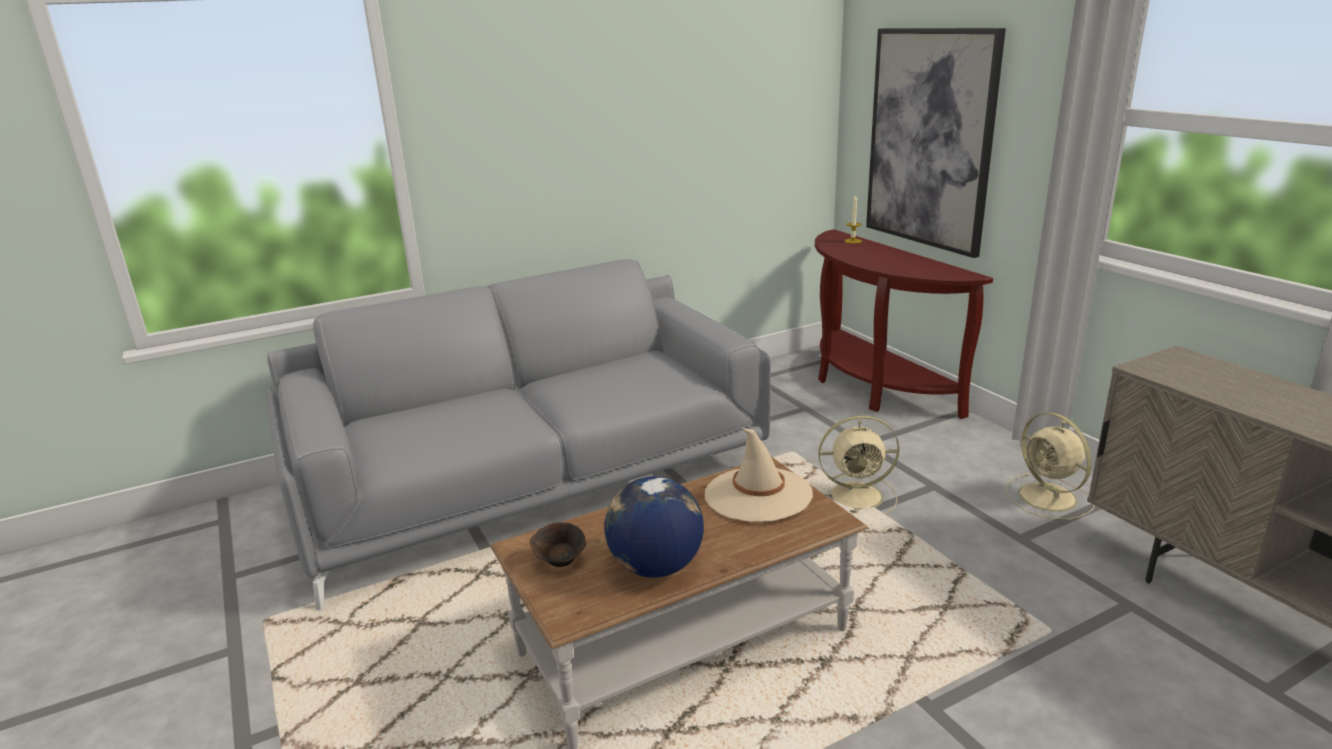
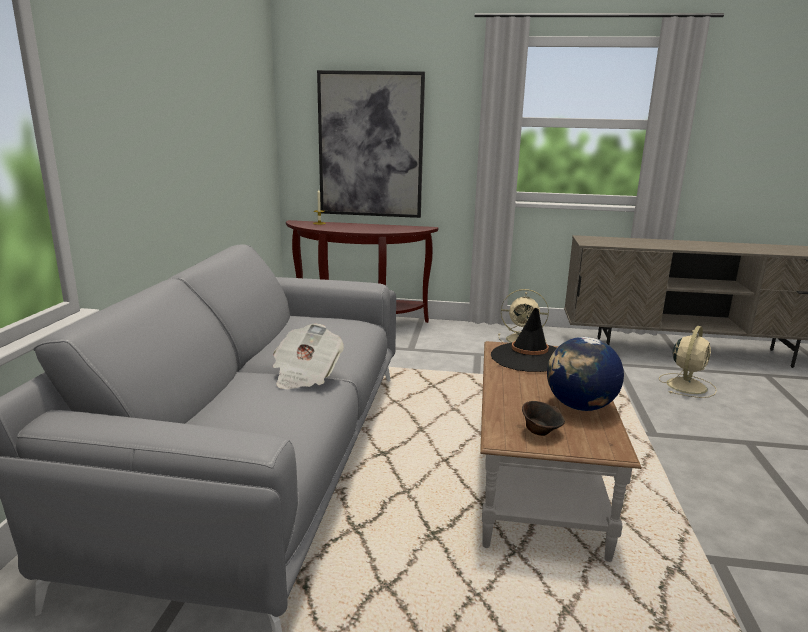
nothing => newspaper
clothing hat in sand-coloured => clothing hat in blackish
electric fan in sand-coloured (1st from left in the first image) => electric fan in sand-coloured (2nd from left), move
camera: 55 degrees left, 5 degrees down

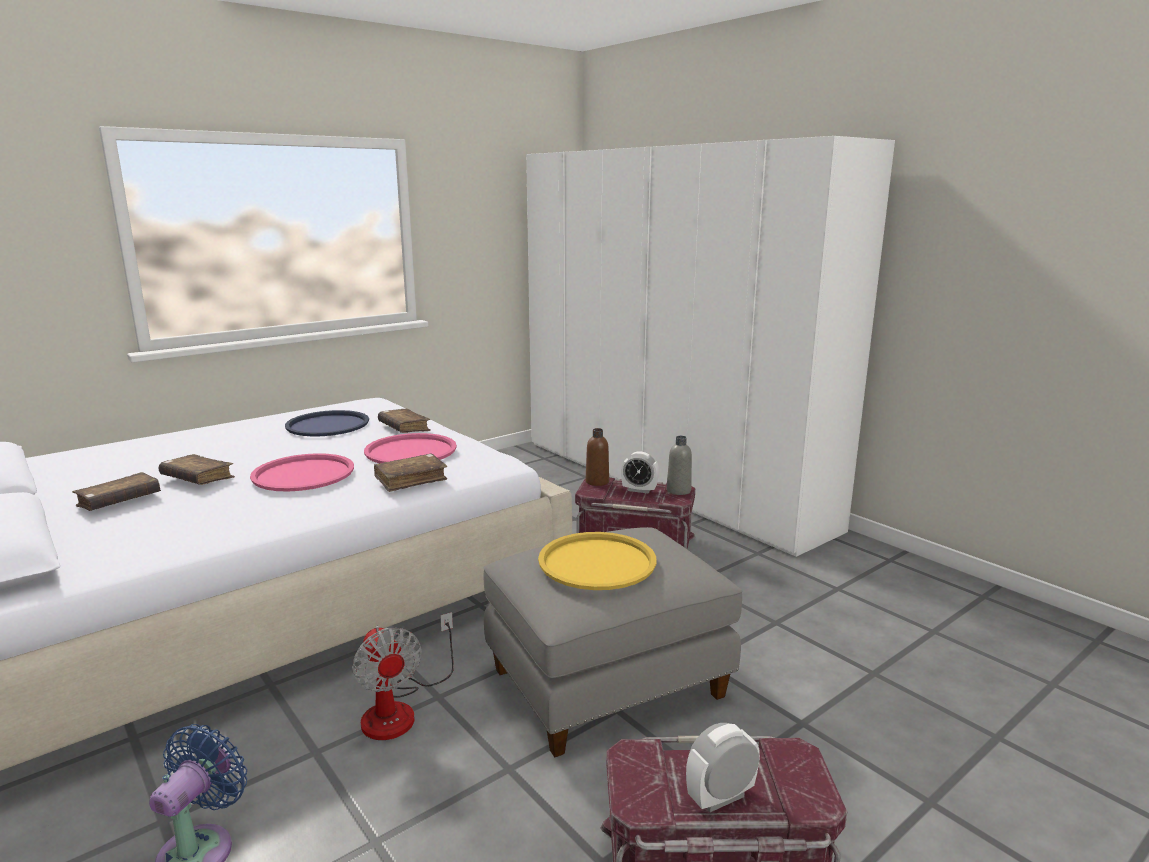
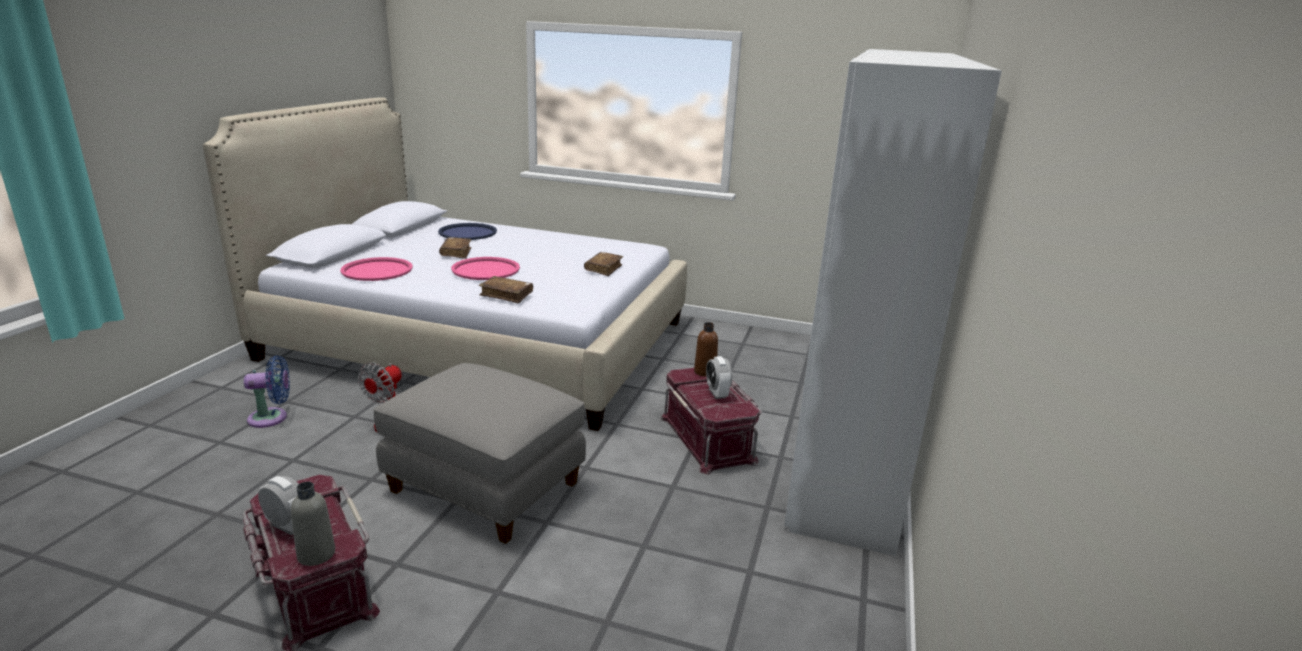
beverage bottle in gray, move
tray in pink (2nd from left in the first image) => tray in pink (1st from left), move
tray in blue-coloured, move
book in brown-coloured (1st from left) => nothing
tray in yellowish => nothing
camera: 55 degrees right, 5 degrees up

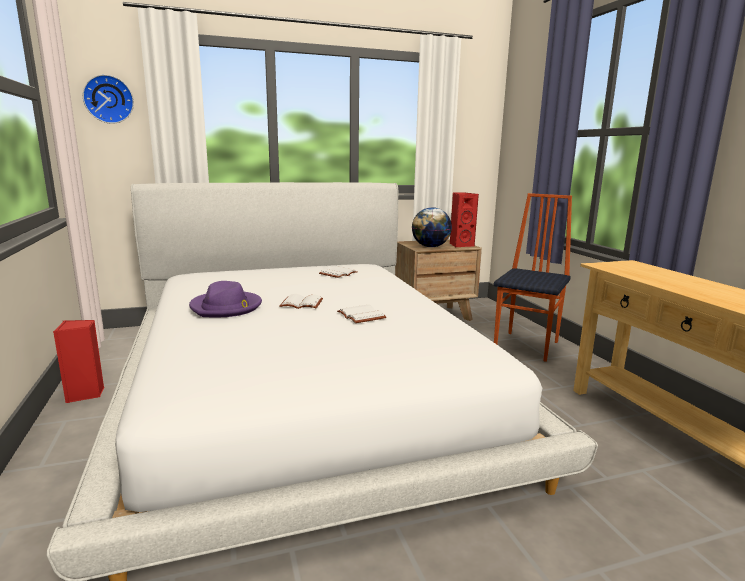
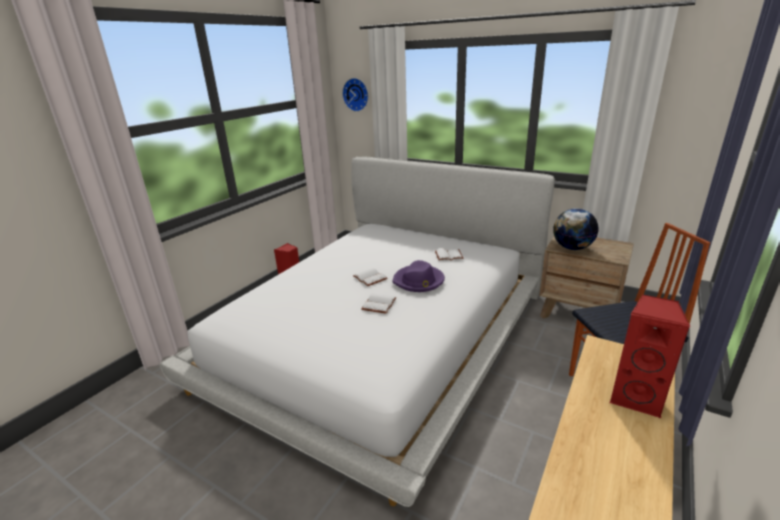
clothing hat in purple-coloured, move
audio speaker in red-coloured (2nd from left), move
camera: 50 degrees right, 10 degrees up

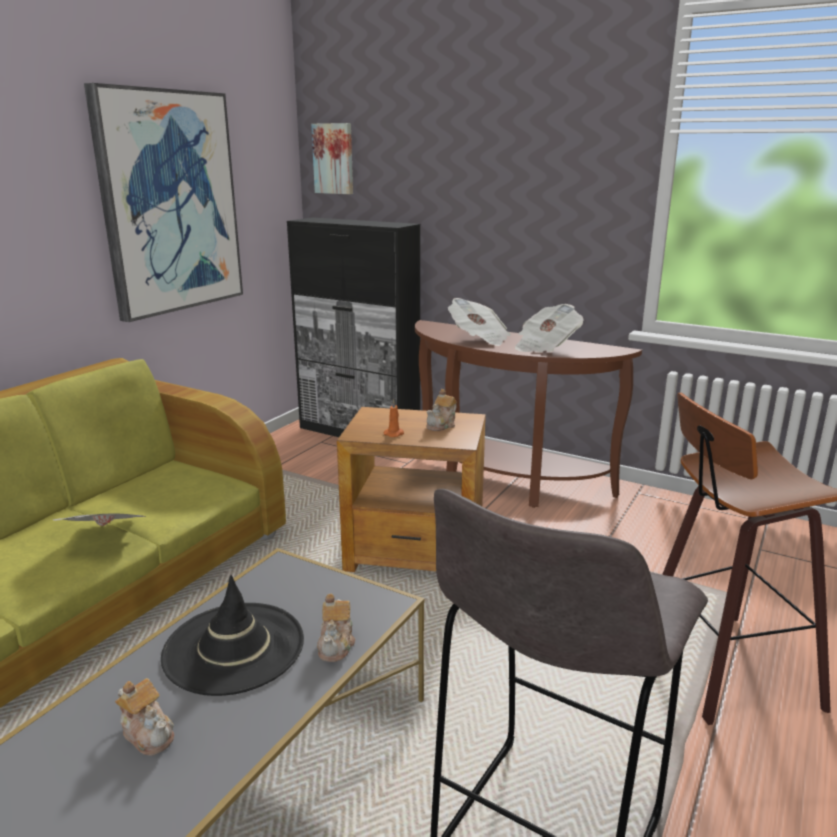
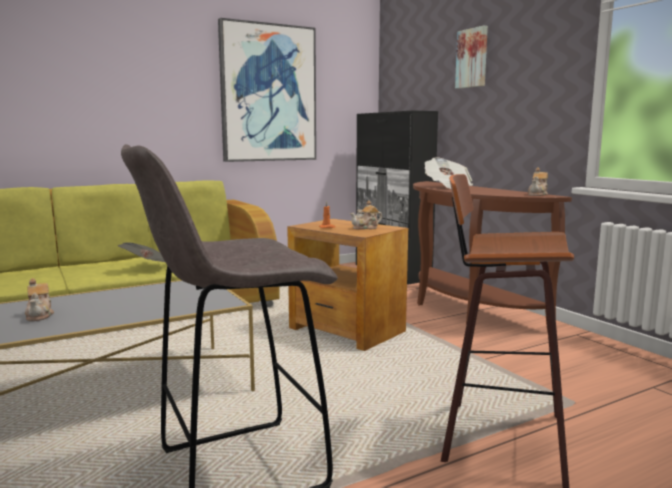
wall art (2nd from left), move
tea pot (2nd from left in the first image) => tea pot (3rd from left), move
clothing hat in blackish => nothing
newspaper (3rd from left) => nothing
camera: 30 degrees right, 10 degrees down

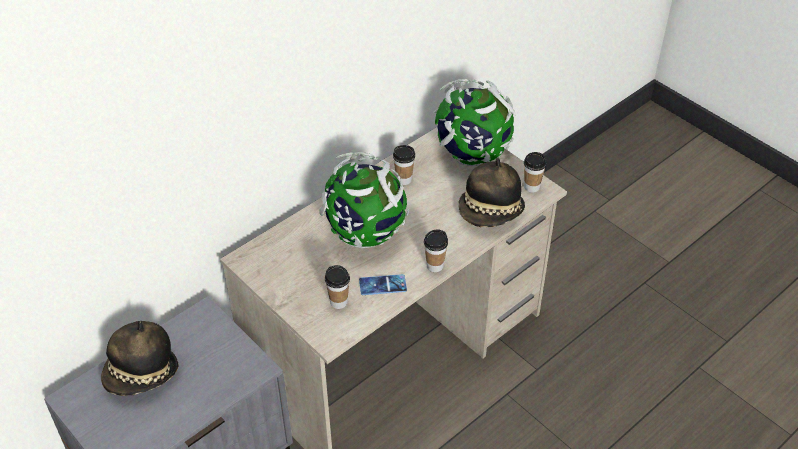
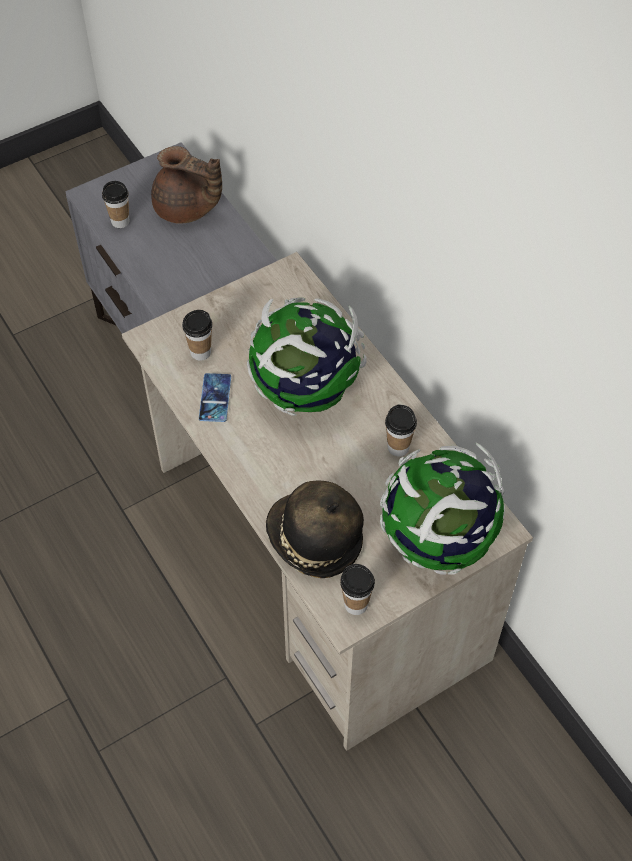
cup (3rd from left in the first image) => cup (1st from left), move
clothing hat (1st from left) => tea pot in brown-coloured
camera: 100 degrees right, 10 degrees up

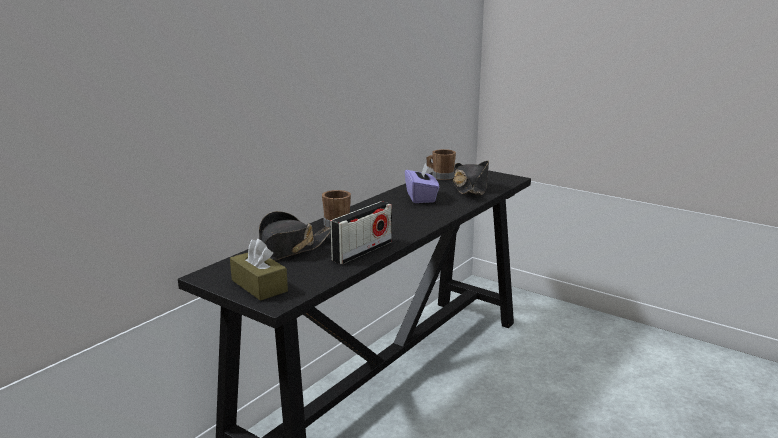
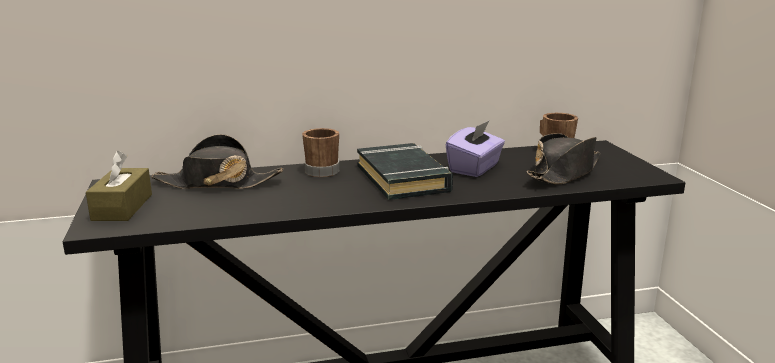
nothing => book in blackish
radio set => nothing
camera: 40 degrees right, 0 degrees up

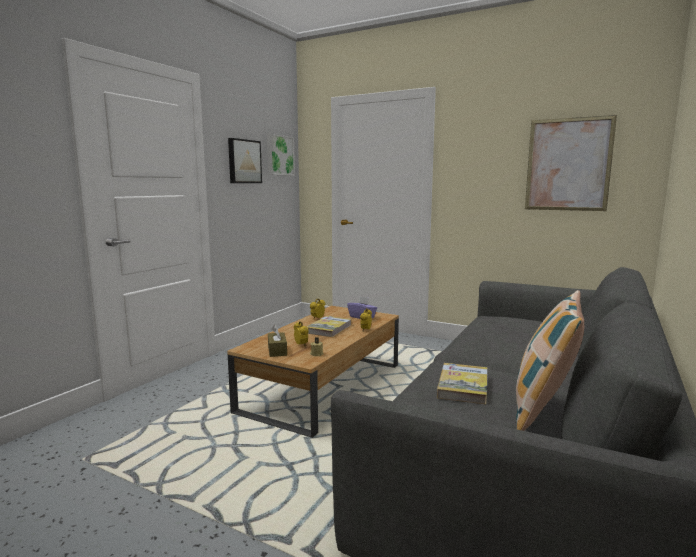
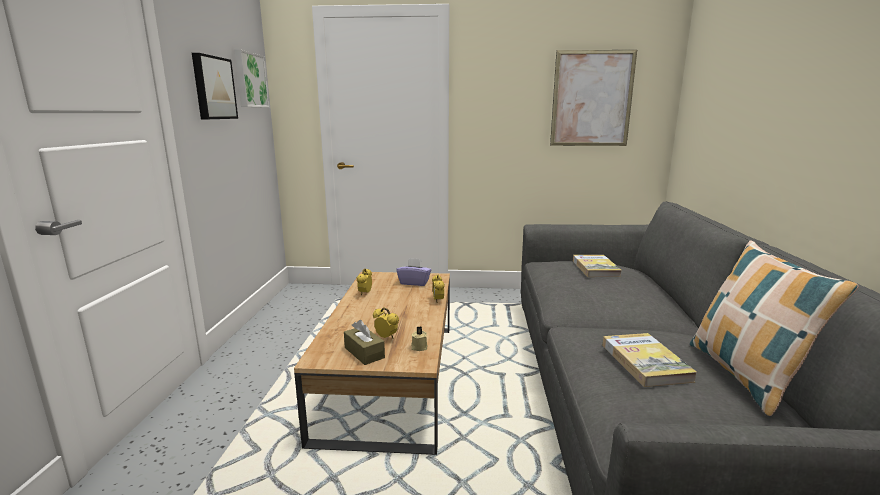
book (1st from left), move
camera: 25 degrees left, 5 degrees up

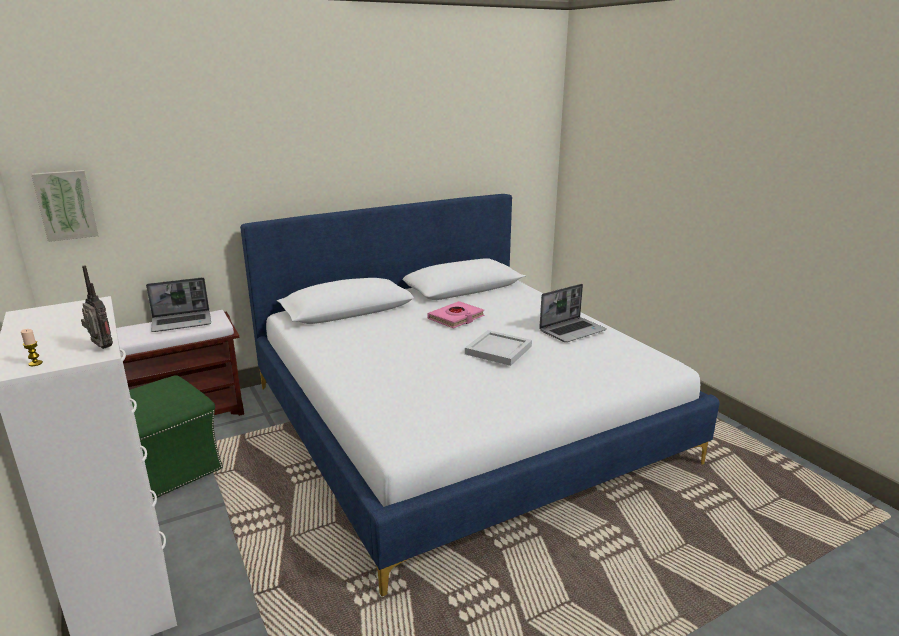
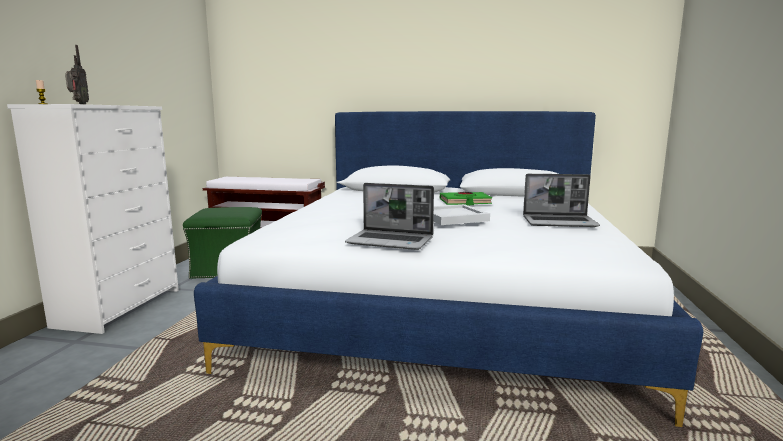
notebook computer (1st from left), move
book in pink => book in greenish
wall art => nothing
camera: 40 degrees right, 10 degrees down

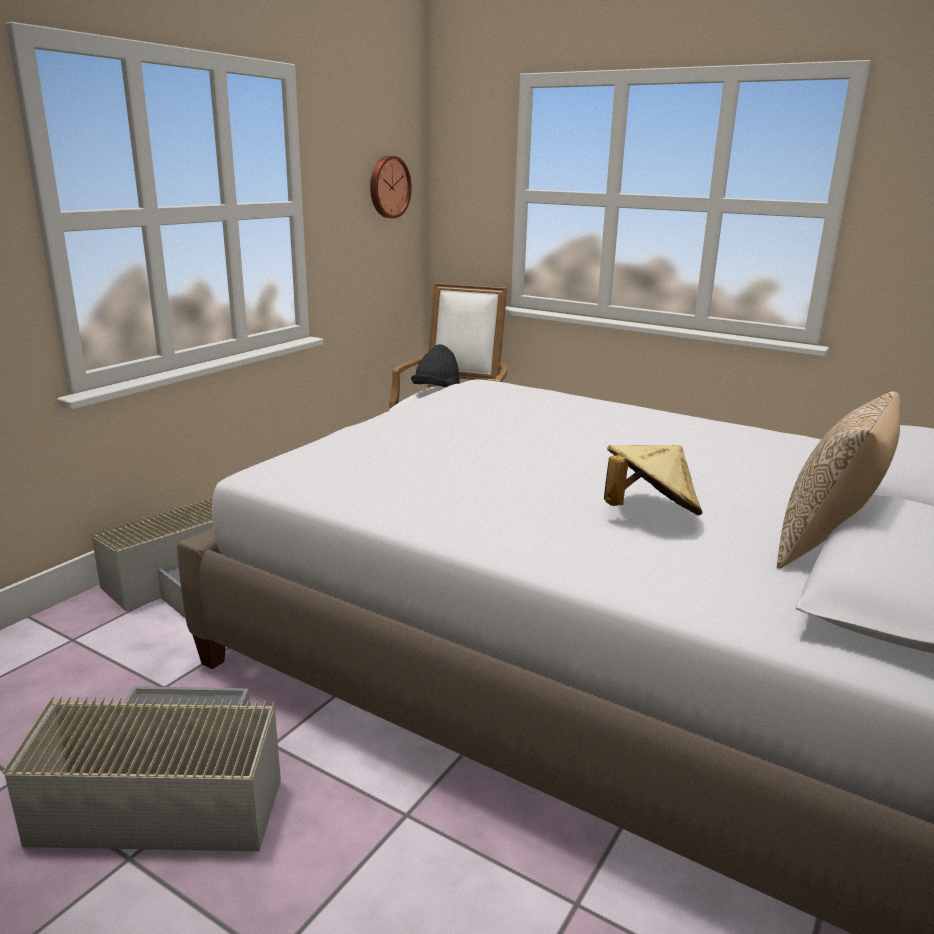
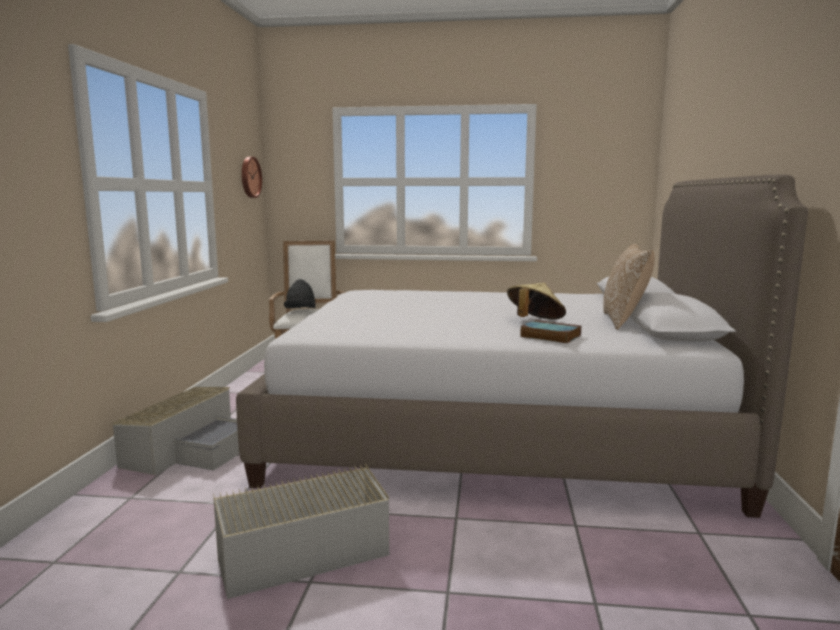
nothing => book
camera: 25 degrees left, 10 degrees down

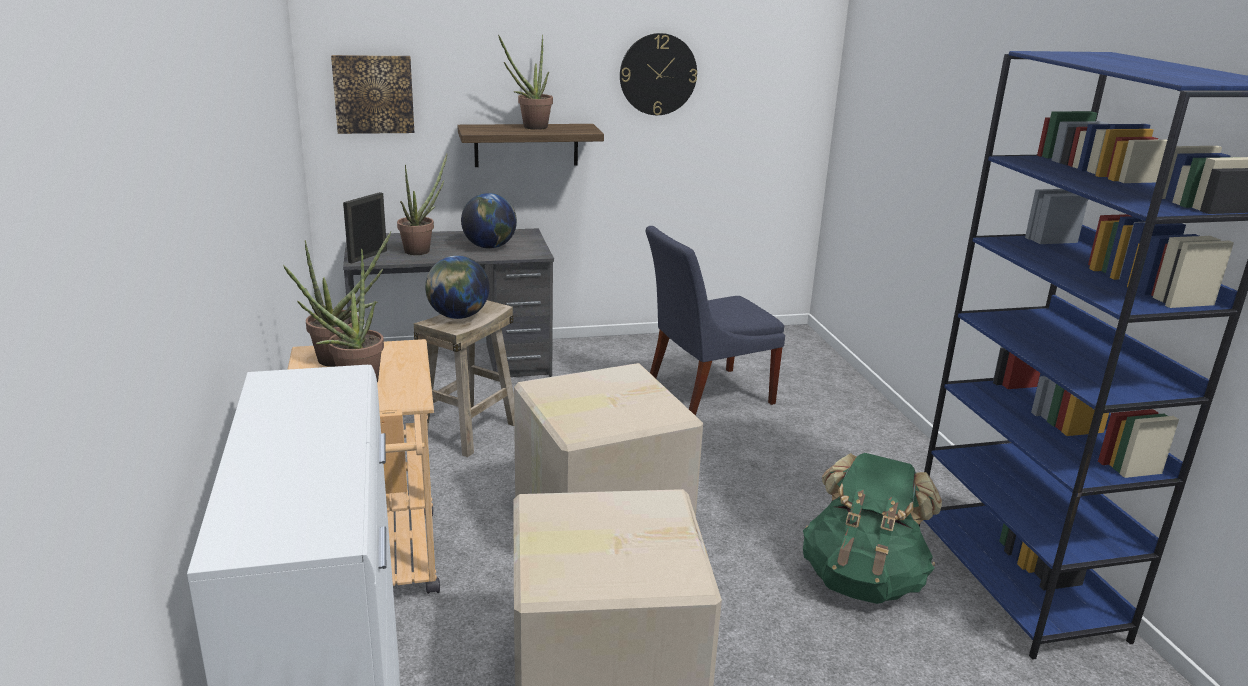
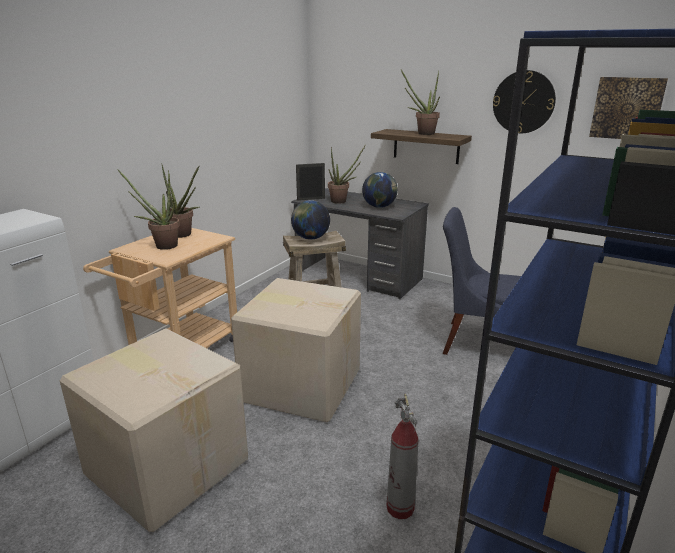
rucksack in greenish => extinguisher
wall art, move
camera: 45 degrees right, 0 degrees up

